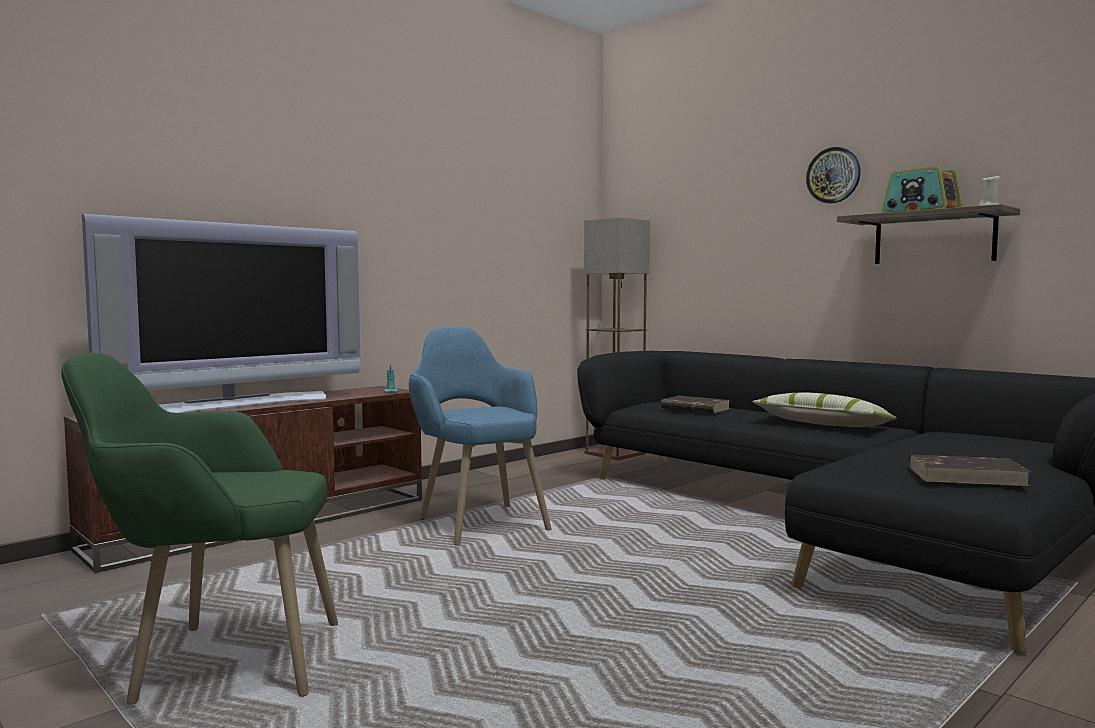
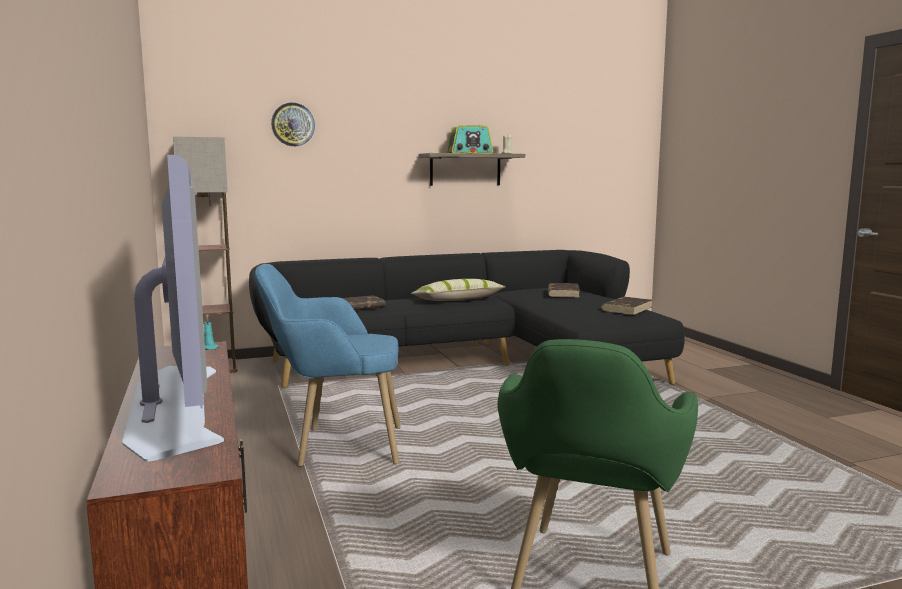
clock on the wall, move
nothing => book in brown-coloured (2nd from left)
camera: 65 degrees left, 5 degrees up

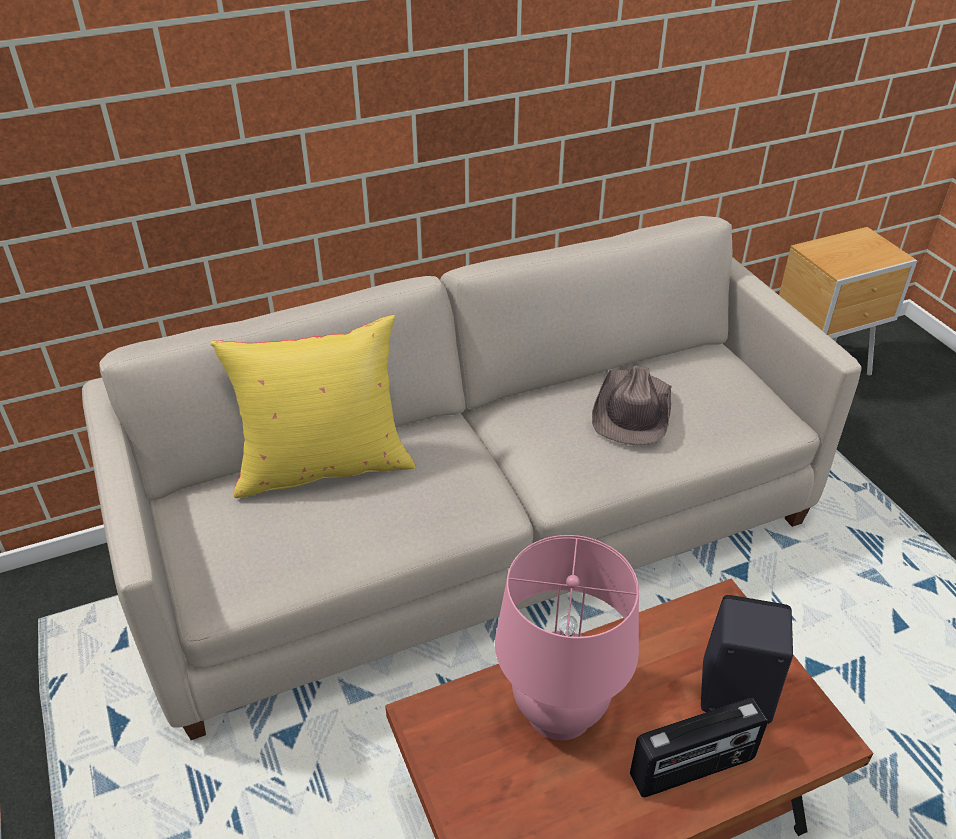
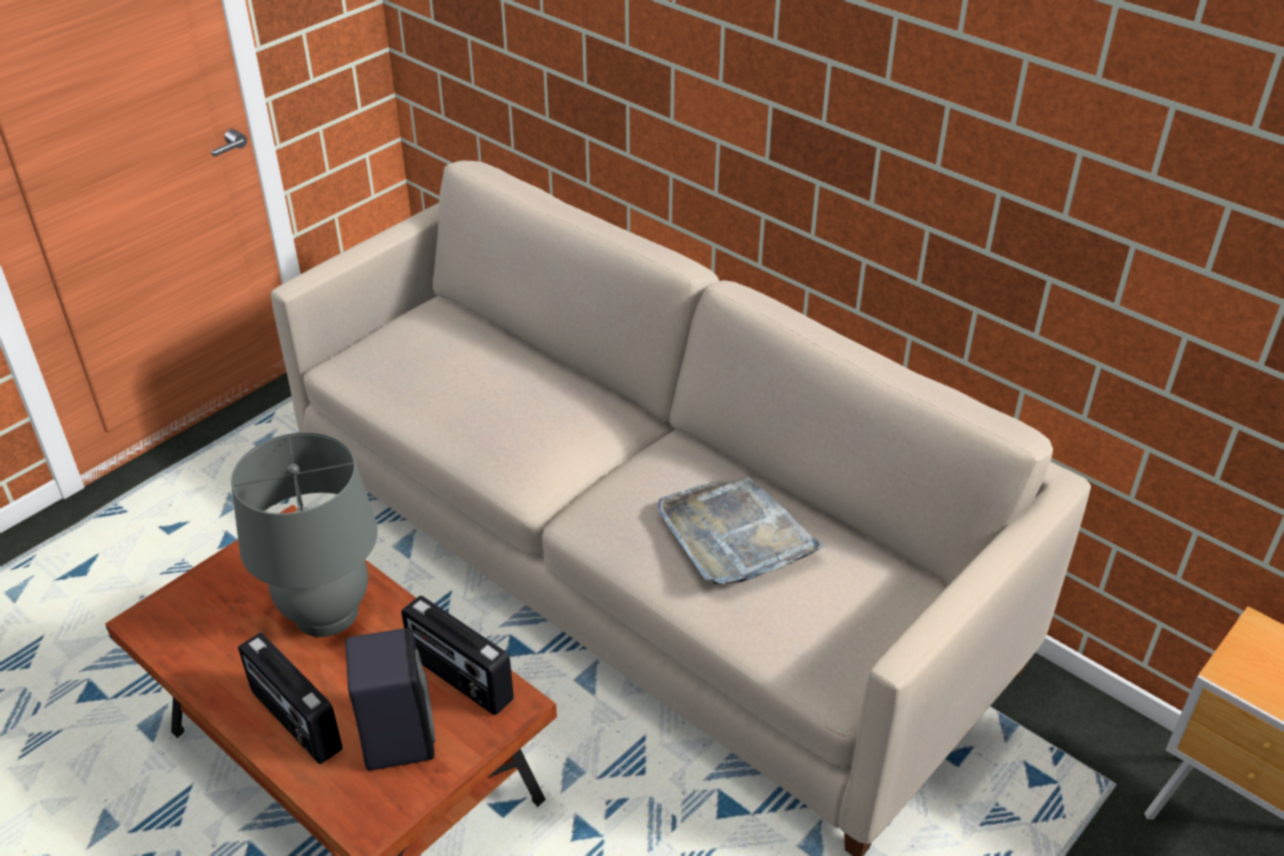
table lamp in pink => table lamp in gray
nothing => radio set (2nd from left)
clothing hat in brown-coloured => tray in gray
pillow in yellowish => nothing
camera: 65 degrees right, 0 degrees up

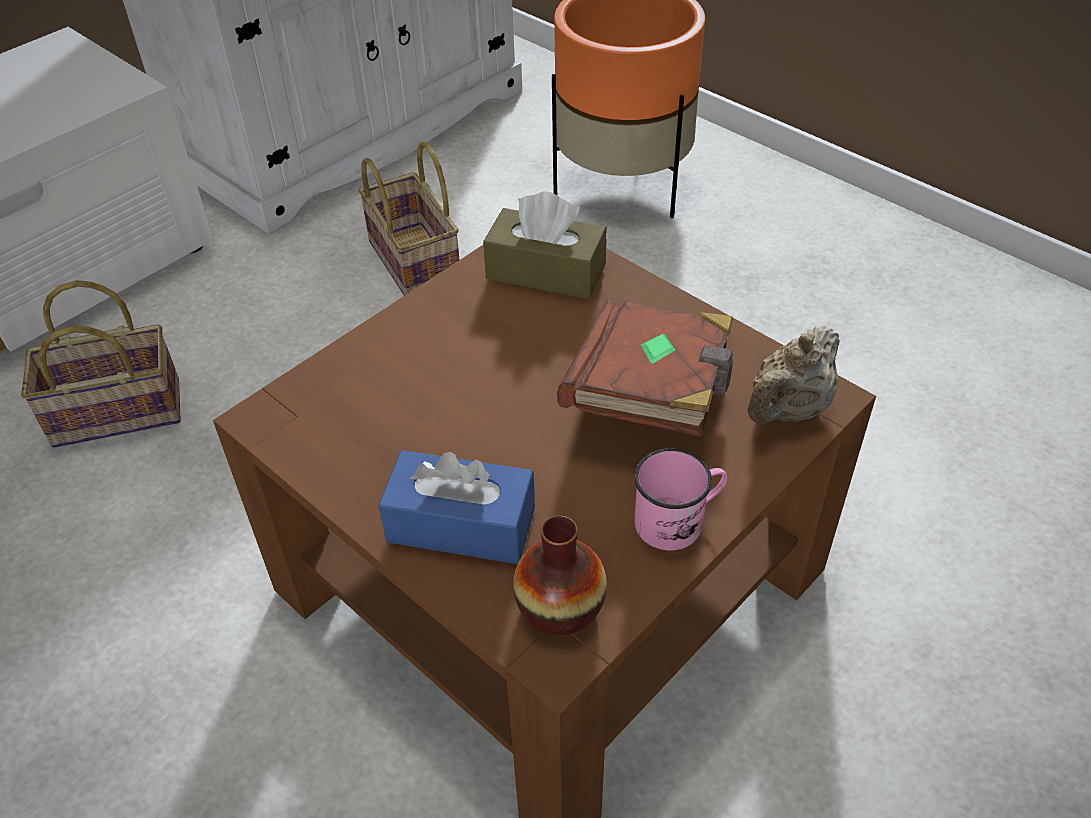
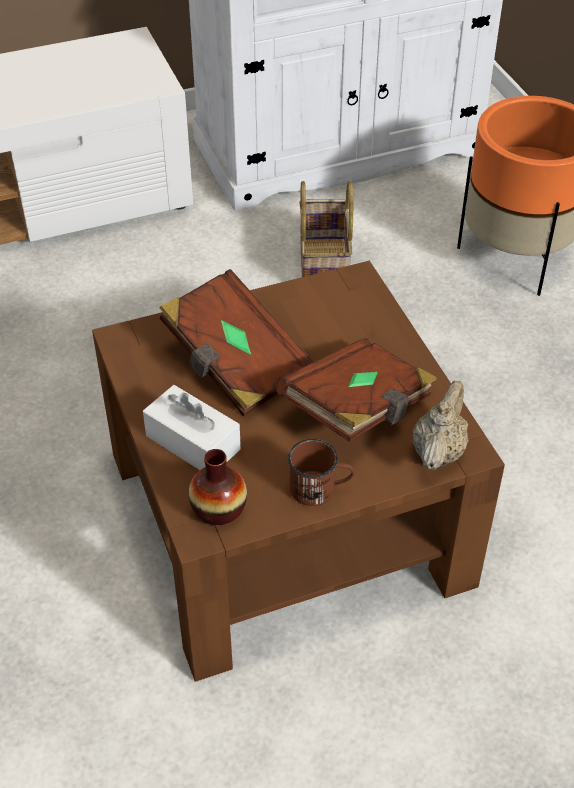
tissue box in blue-coloured => tissue box in whitish
nothing => book in brown-coloured (1st from left)
coffee mug in pink => coffee mug in brown-coloured
tea pot in sand-coloured, 135 degrees clockwise
storage basket (1st from left) => nothing
tissue box in brown-coloured => nothing
camera: 25 degrees right, 0 degrees up

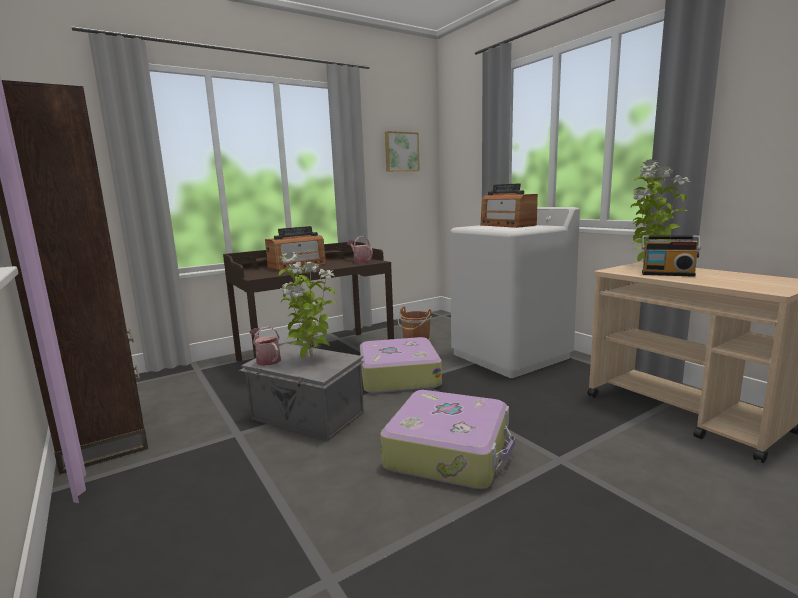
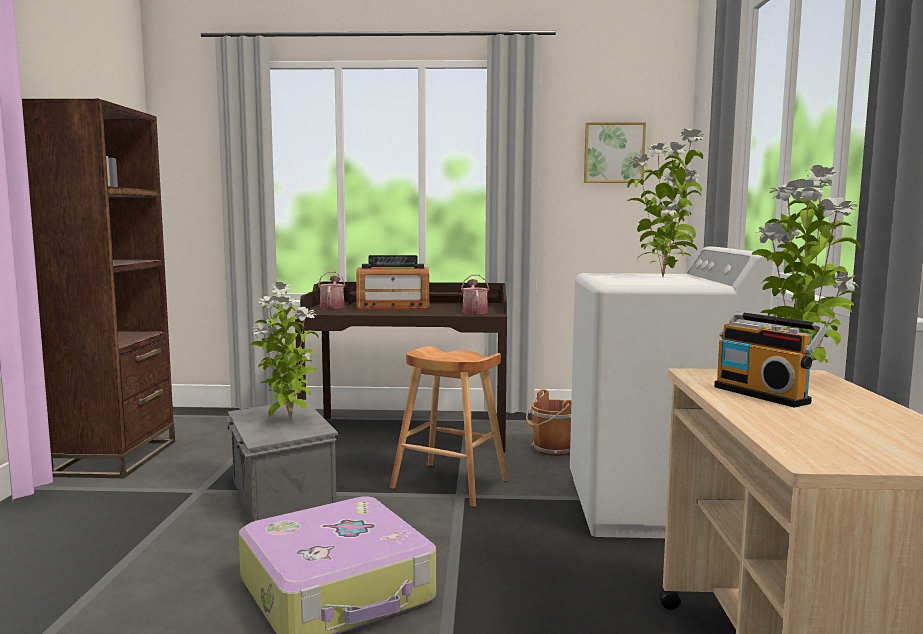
sprinkling can (1st from left), move
travel case (1st from left) => stool seat in brown-coloured
radio set (2nd from left) => houseplant (2nd from left)
camera: 35 degrees right, 5 degrees down

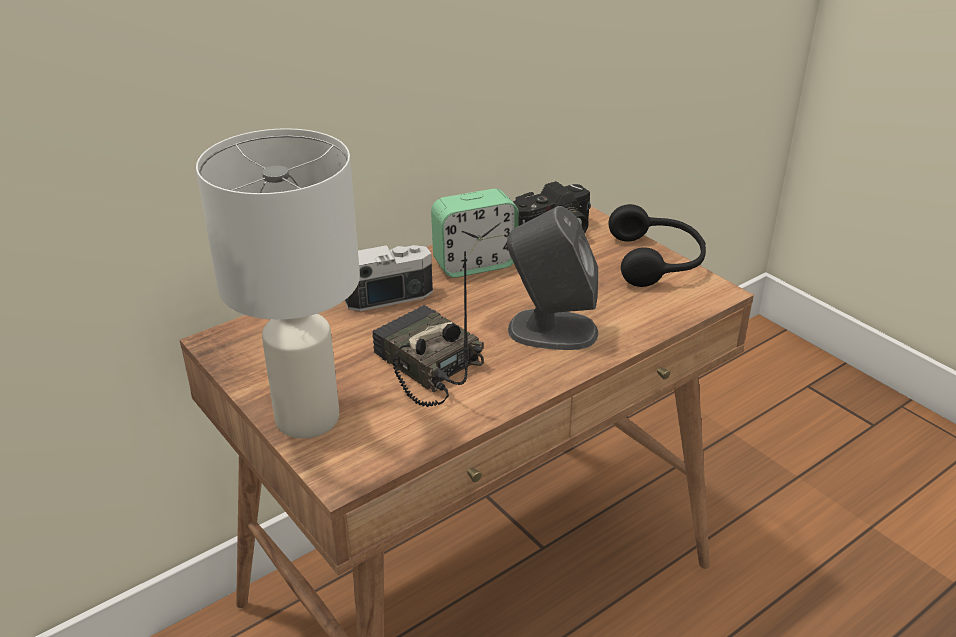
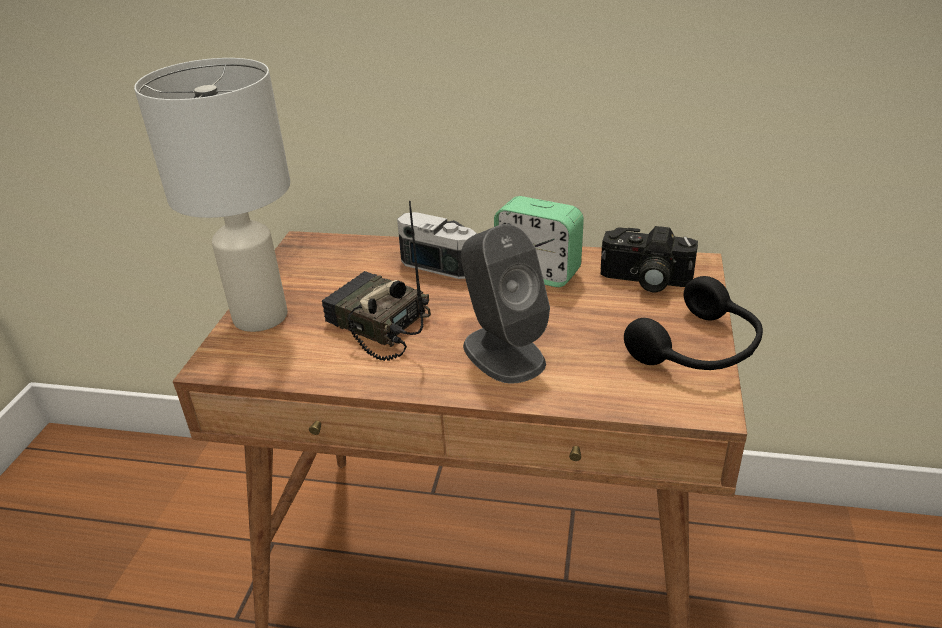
radio set, 60 degrees counterclockwise
camera: 50 degrees right, 0 degrees up

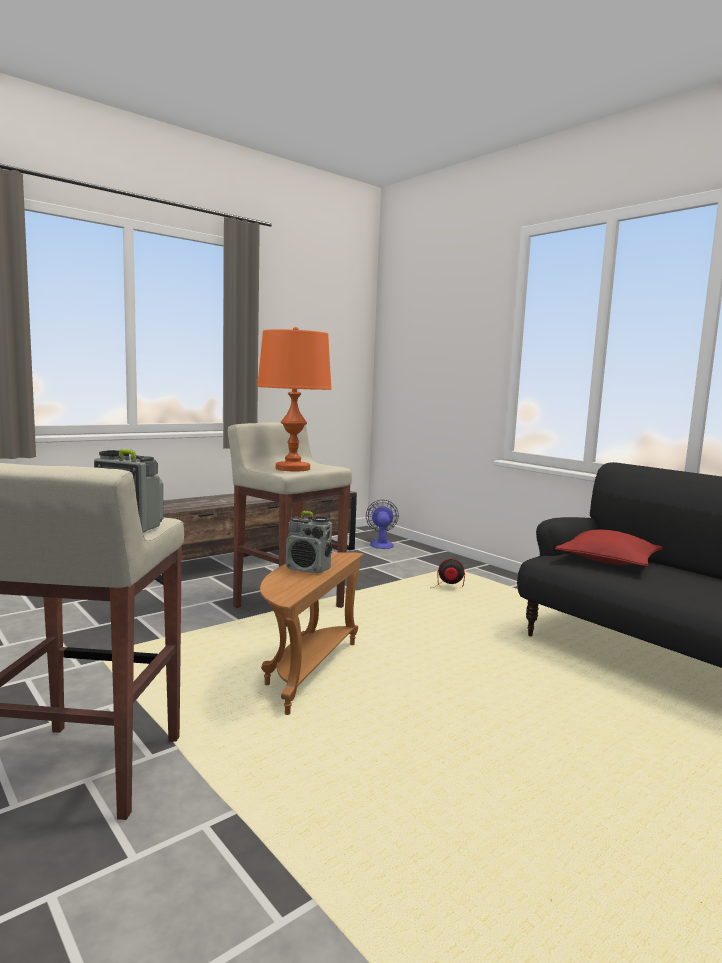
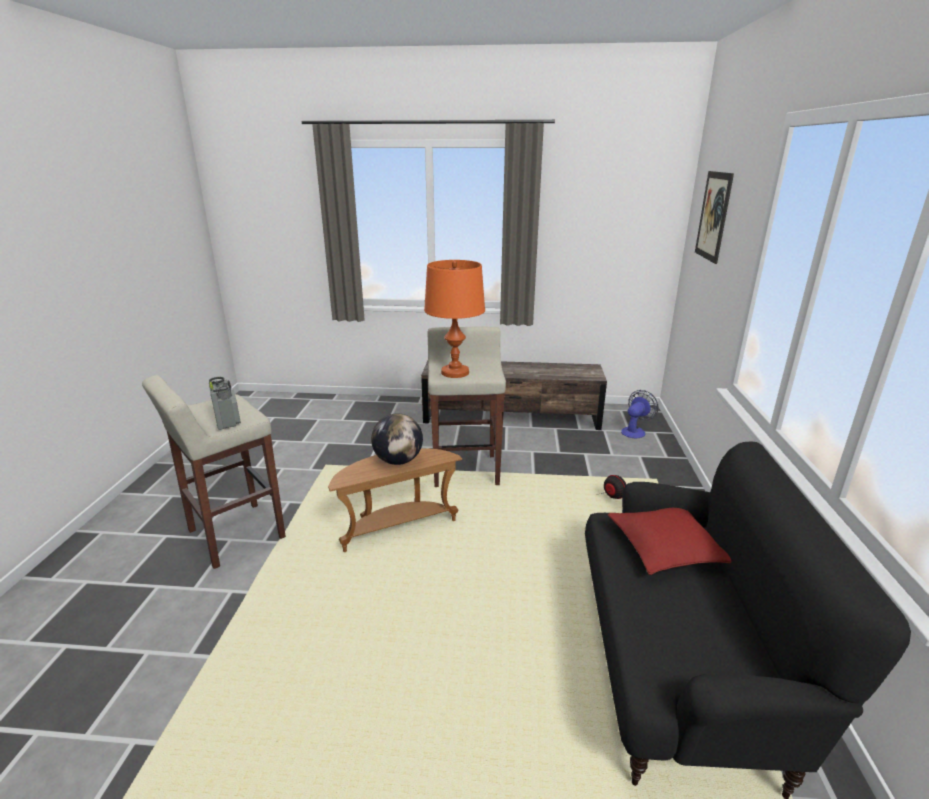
radio set (2nd from left) => desk globe
nothing => wall art
camera: 45 degrees right, 15 degrees up

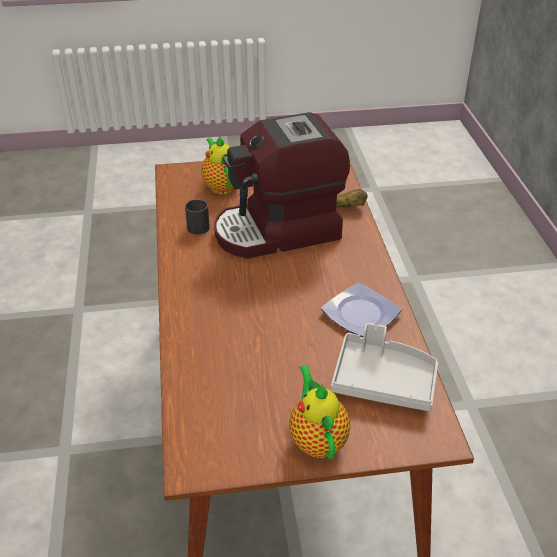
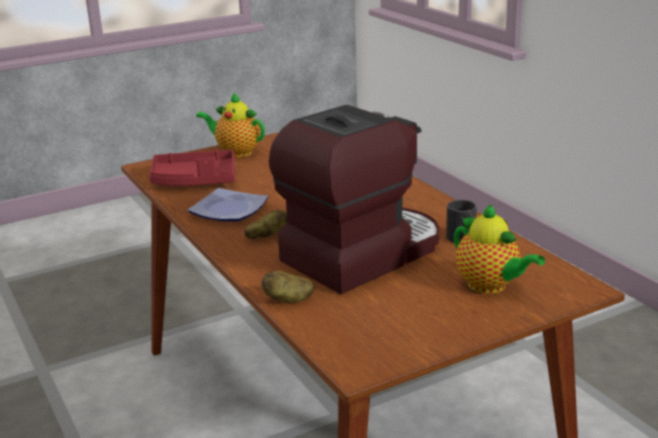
tray in gray => tray in red-coloured
tea pot (2nd from left in the first image) => tea pot (1st from left), 150 degrees clockwise
nothing => spud (1st from left)
camera: 160 degrees right, 15 degrees down

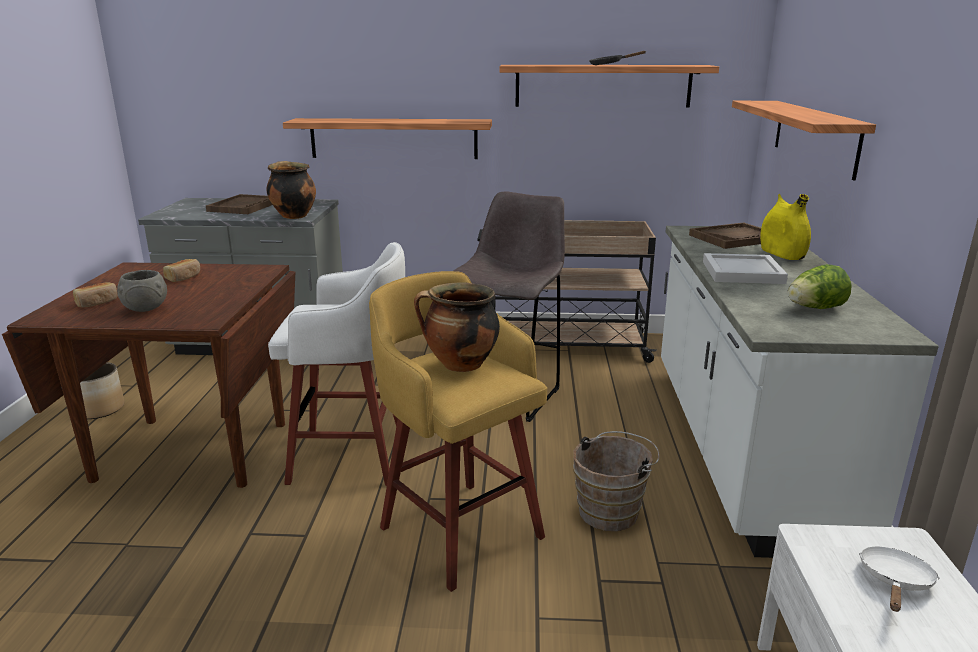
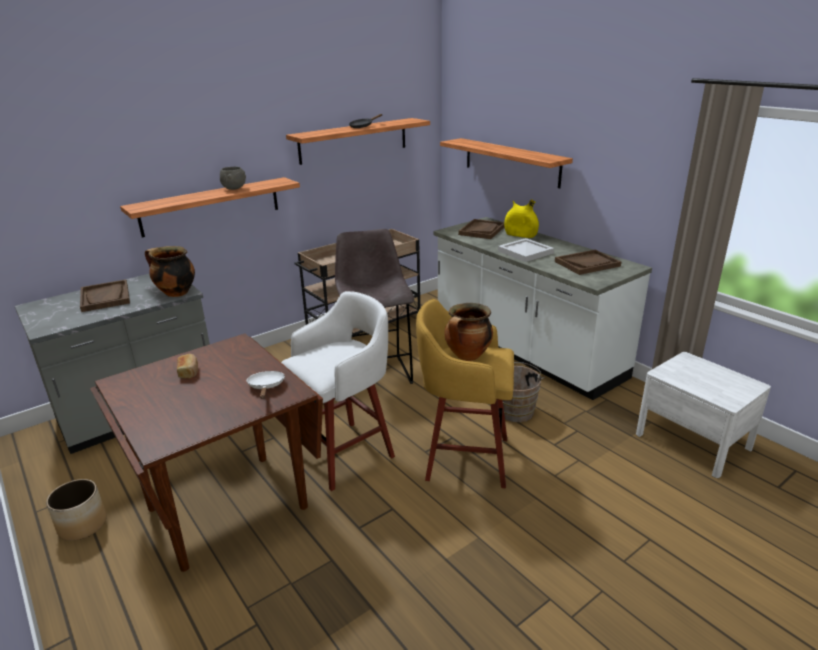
bowl in gray, move
skillet in whitish, move
head of lettuce => tray in brown-coloured (3rd from left)
bread (1st from left) => nothing
camera: 40 degrees left, 5 degrees up

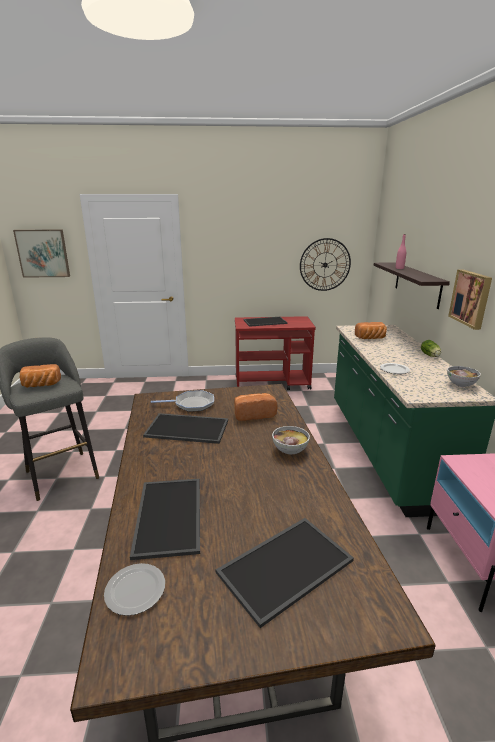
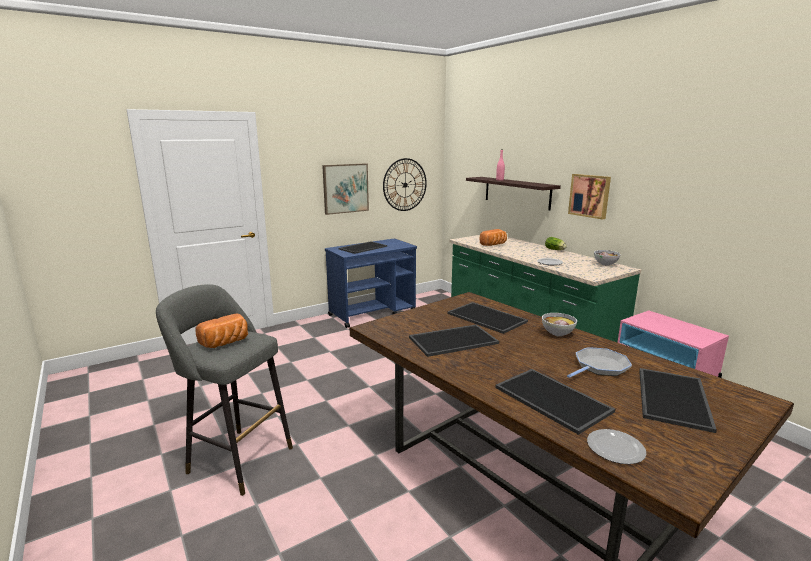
wall art (1st from left), move
cart in red-coloured => cart in blue-coloured
bread (2nd from left) => tray (3rd from left)
skillet, move
camera: 30 degrees left, 5 degrees down

